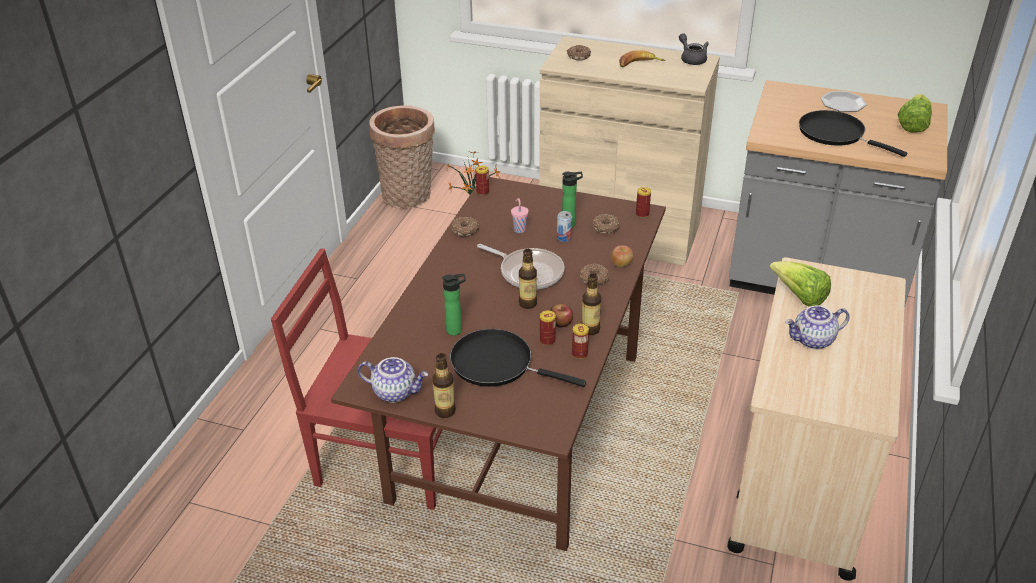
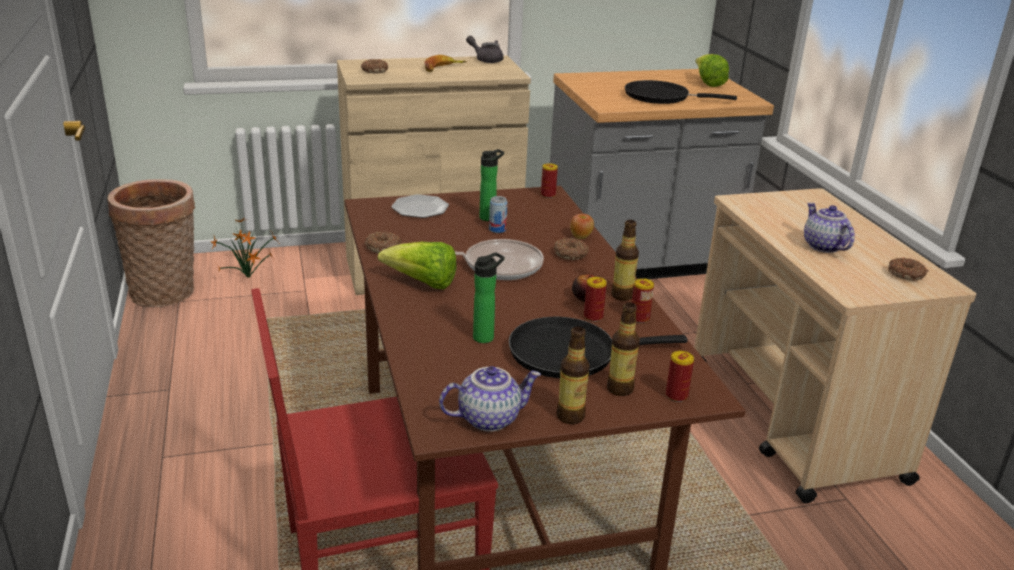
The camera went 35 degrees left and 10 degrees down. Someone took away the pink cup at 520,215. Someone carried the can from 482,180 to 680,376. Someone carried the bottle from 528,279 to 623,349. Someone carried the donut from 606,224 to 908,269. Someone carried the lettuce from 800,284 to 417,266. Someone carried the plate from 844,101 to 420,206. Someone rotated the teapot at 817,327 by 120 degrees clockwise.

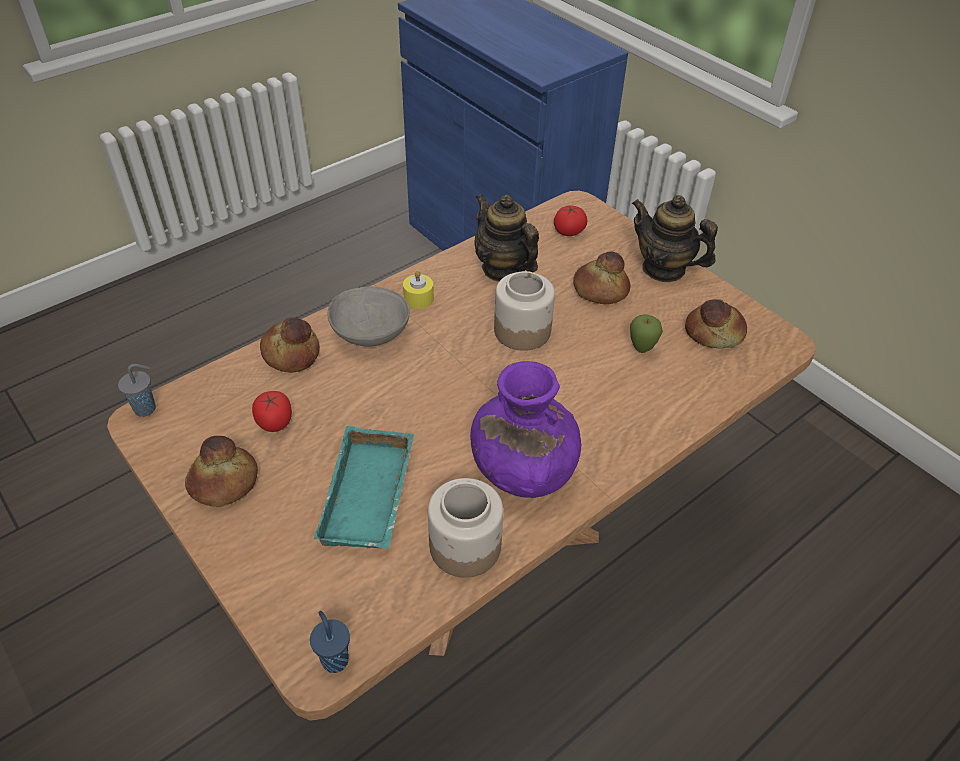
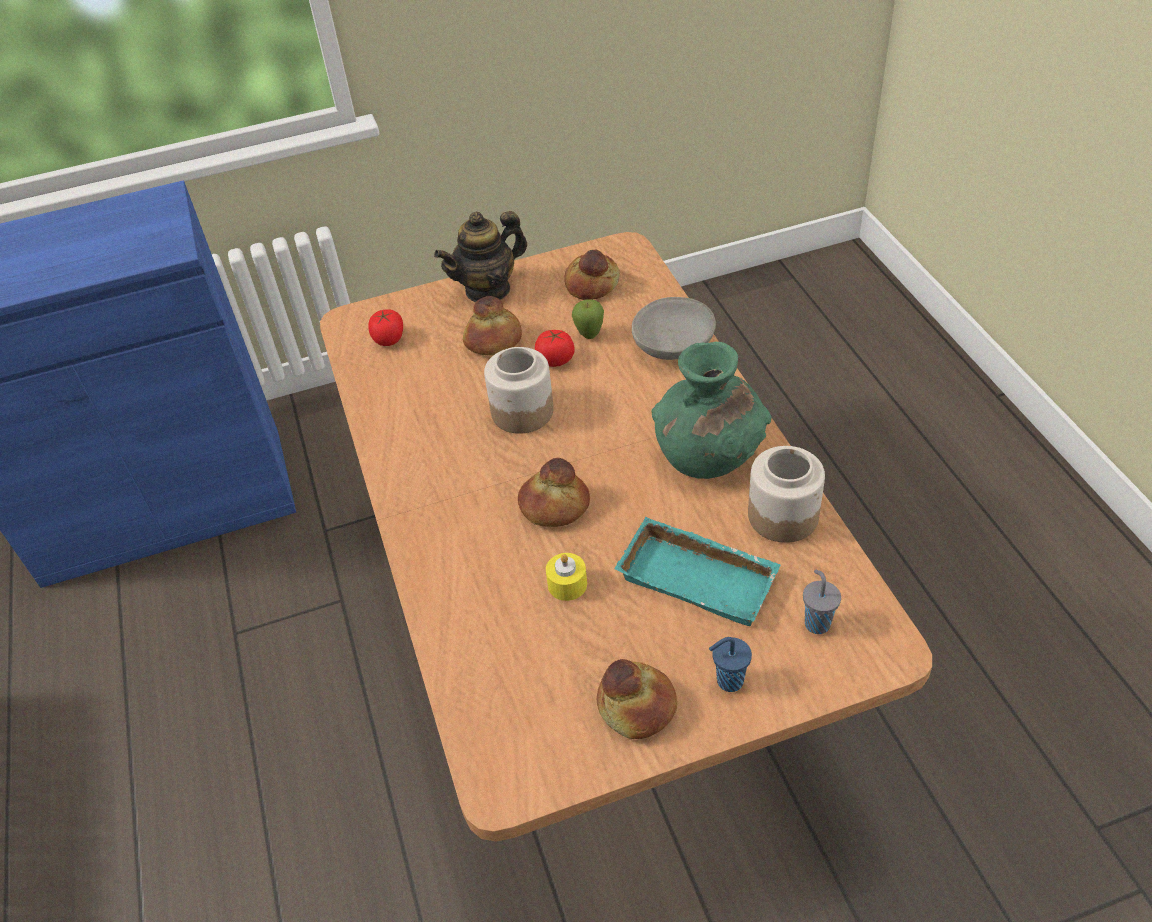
The camera went 65 degrees left and 0 degrees up. Someone took away the teapot at 507,238. Someone carried the grey cup from 137,390 to 822,602. Someone carried the tomato from 272,411 to 555,348. Someone carried the bread from 290,345 to 554,492. Someone carried the blue cup from 330,642 to 730,664. Someone carried the grey bowl from 369,316 to 674,328. Someone carried the yellow candle from 418,290 to 566,577. Someone repainted the purple vase at 525,429, which became the green vase at 711,410.

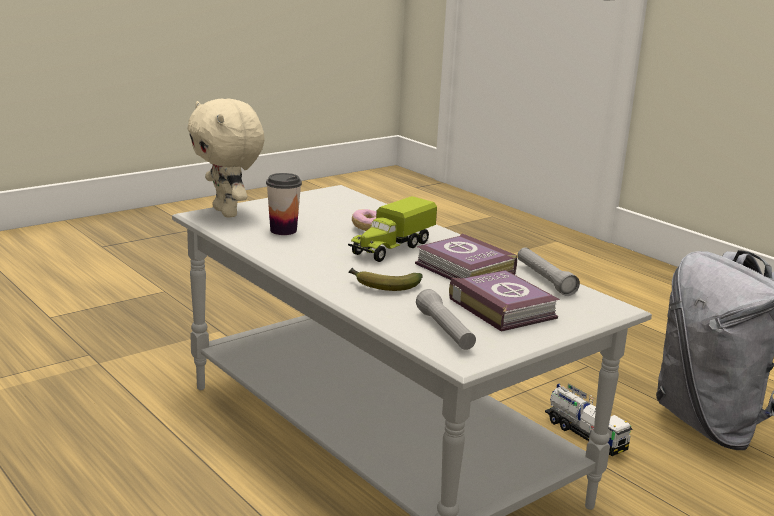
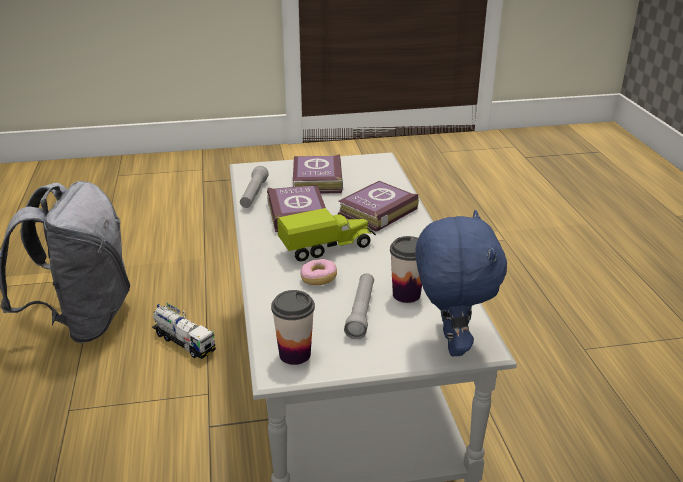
The camera went 150 degrees left and 10 degrees up. Someone put down the cup at 293,327. Someone carried the grey flashlight from 446,319 to 359,306. Someone swapped the banana at 386,279 for the book at 378,206. Someone repainted the beige plush toy at 226,158, which became the blue plush toy at 461,283. Someone rotated the toy truck at 589,419 by 135 degrees clockwise.

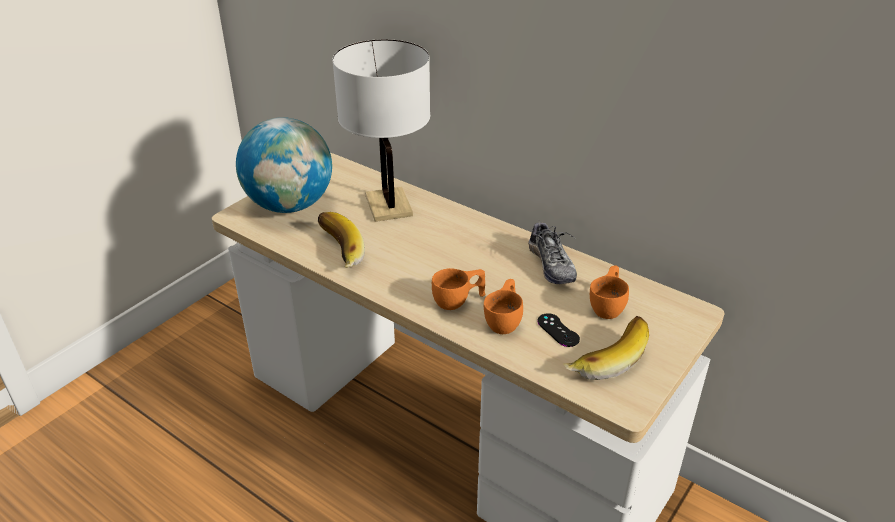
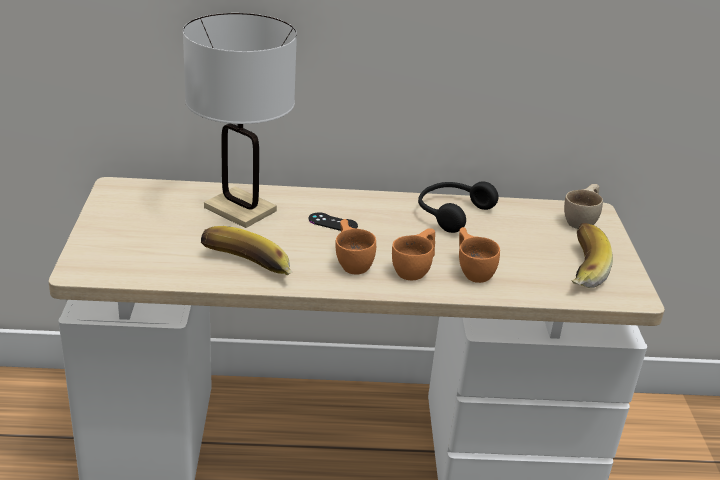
The camera went 40 degrees left and 5 degrees down. Someone took away the globe at 284,165. Someone put down the beige cup at 583,206. Someone carried the black game controller from 558,330 to 333,221. Someone carried the orange cup from 609,292 to 355,247. Someone swapped the shoe at 552,251 for the black headphones at 458,207.

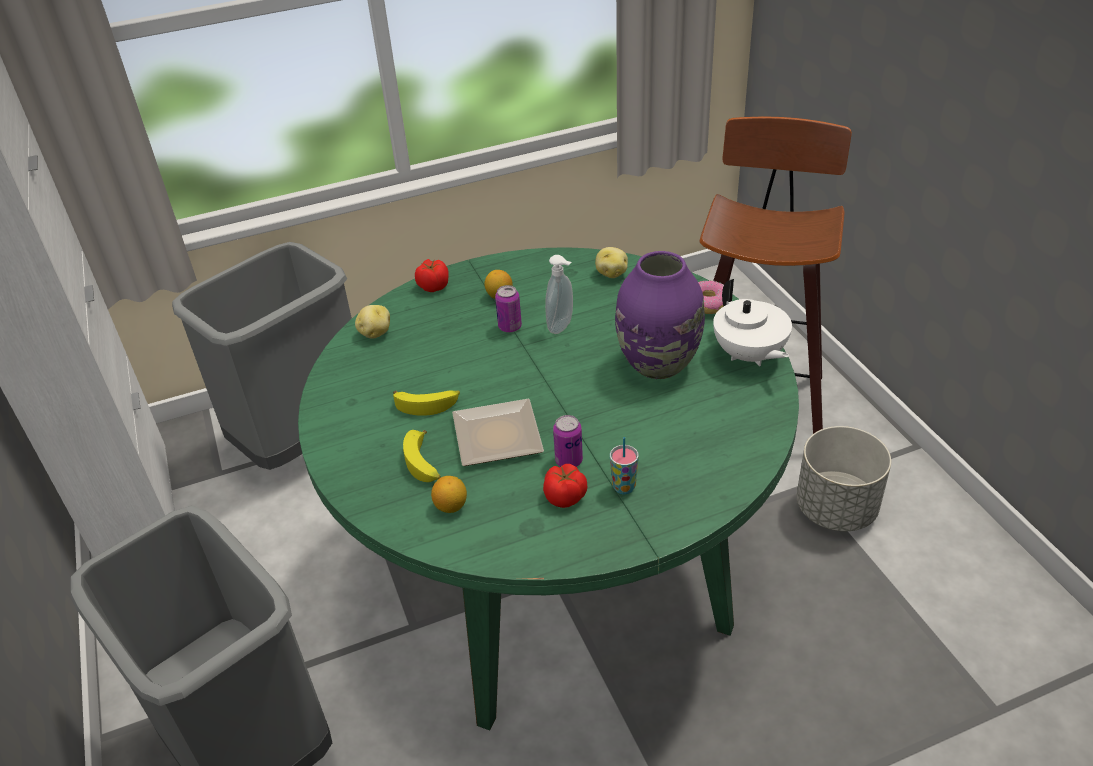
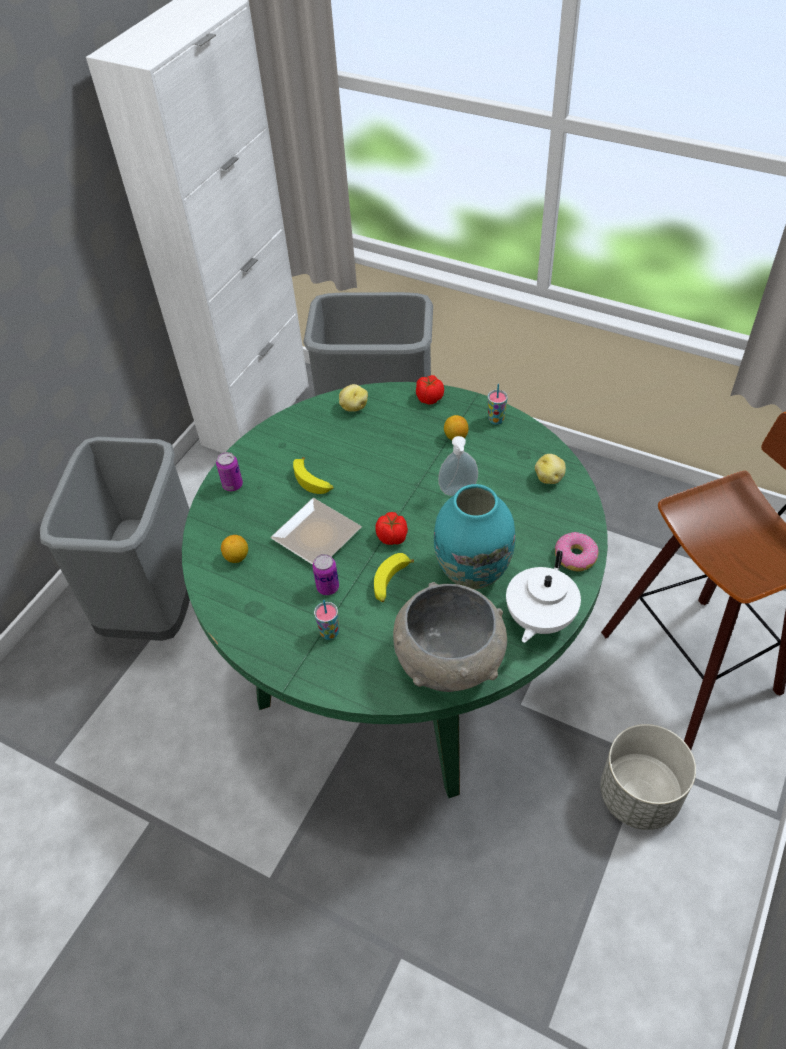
The camera went 50 degrees right and 10 degrees up. Someone put down the grey bowl at 450,637. Someone put down the cup at 498,404. Someone carried the banana from 422,456 to 394,577. Someone carried the can from 508,309 to 229,471. Someone carried the tomato from 565,486 to 391,528. Someone repainted the purple vase at 660,315, which became the turquoise vase at 474,536.

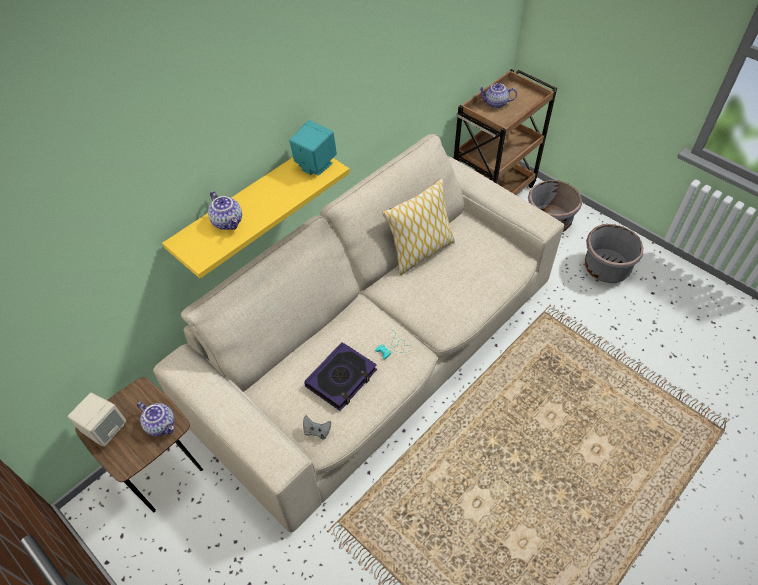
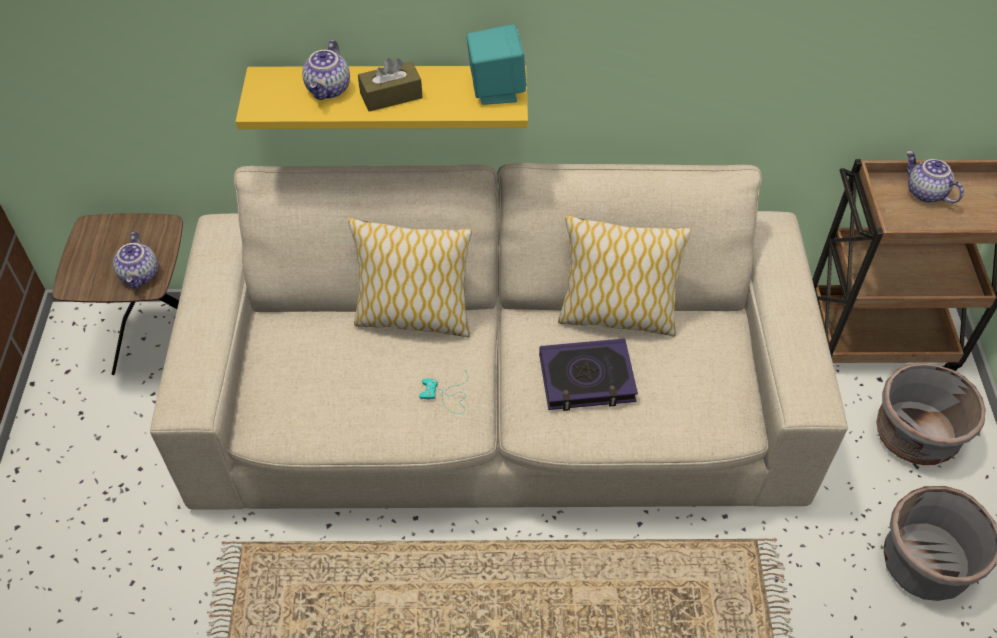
The camera went 45 degrees right and 0 degrees up. Someone took away the beige speaker at 97,420. Someone took away the grey game controller at 317,427. Someone put down the pillow at 410,277. Someone put down the brown tissue box at 390,85. Someone carried the book from 340,376 to 588,374.

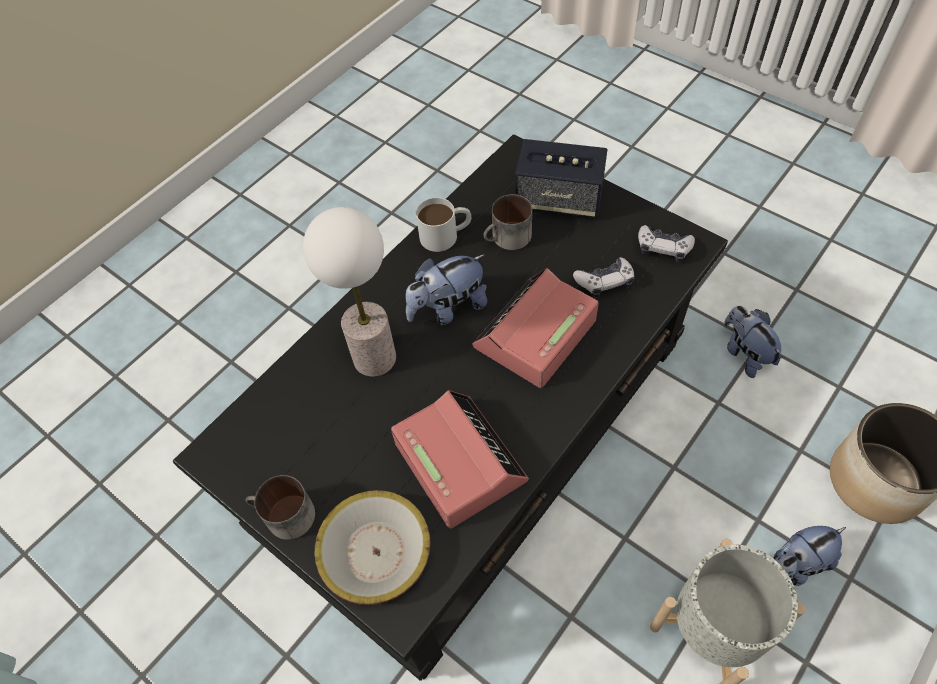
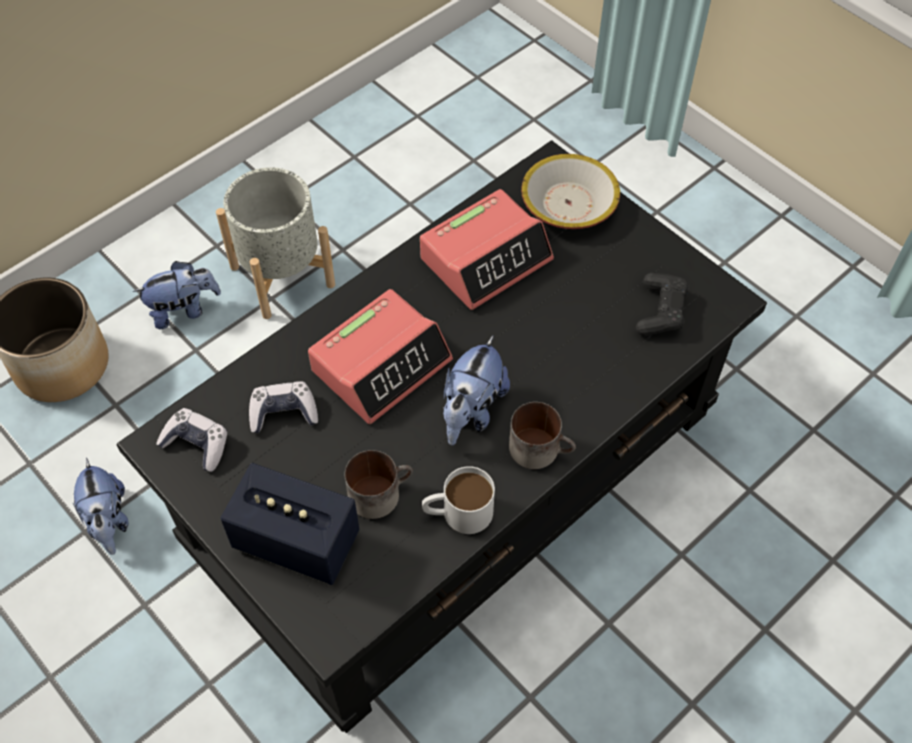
The camera went 175 degrees left and 0 degrees up. Someone took away the table lamp at 349,292. Someone put down the black game controller at 662,304. Someone carried the mug from 280,507 to 542,435. Someone rotated the alarm clock at 460,459 by 105 degrees counterclockwise. Someone rotated the plush toy at 447,289 by 135 degrees clockwise.

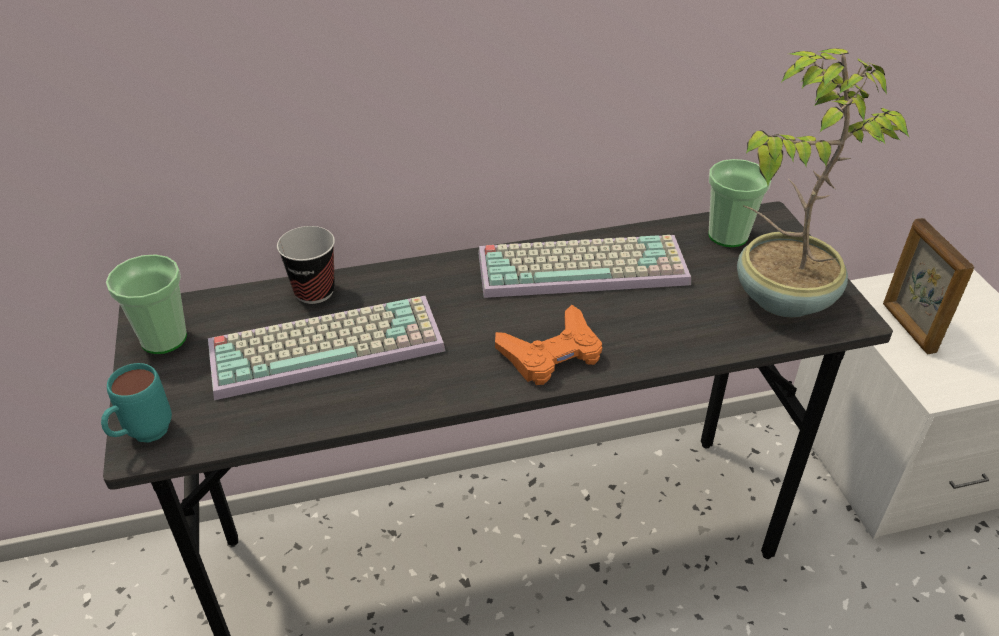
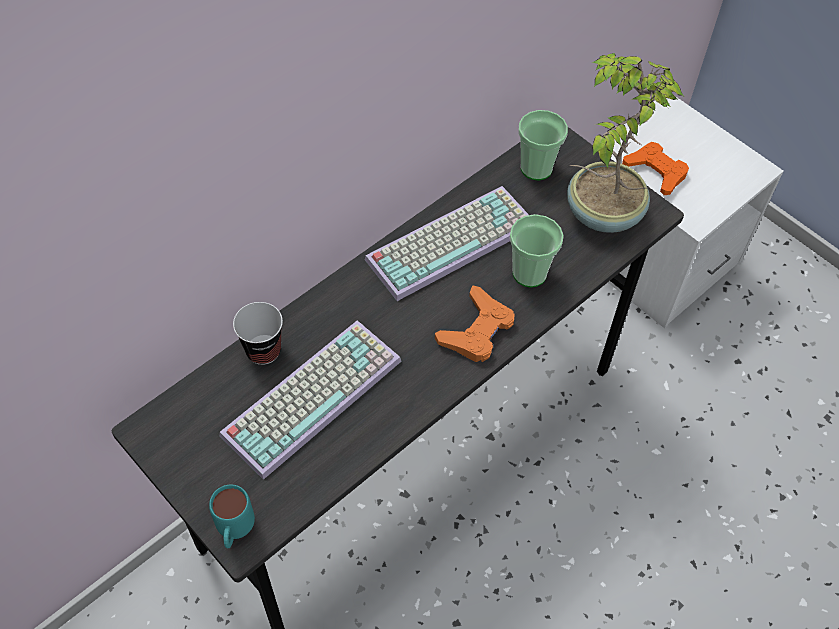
The camera went 30 degrees left and 15 degrees up. Someone carried the cup from 146,304 to 537,251. Someone swapped the picture frame at 928,286 for the orange game controller at 655,168.

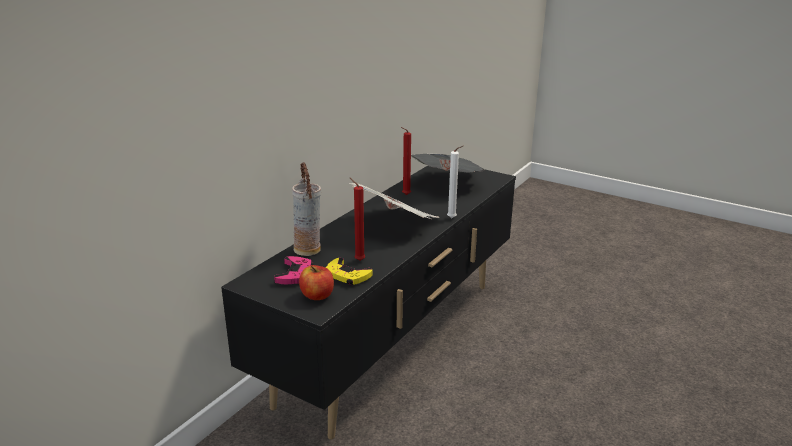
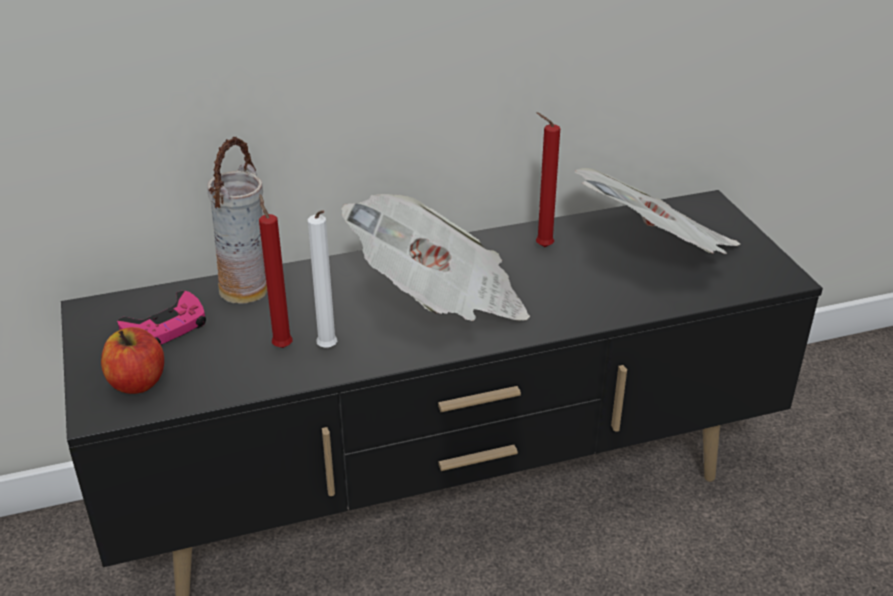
The camera went 40 degrees right and 10 degrees up. Someone took away the yellow game controller at 349,271. Someone carried the white candle from 455,182 to 322,279.

